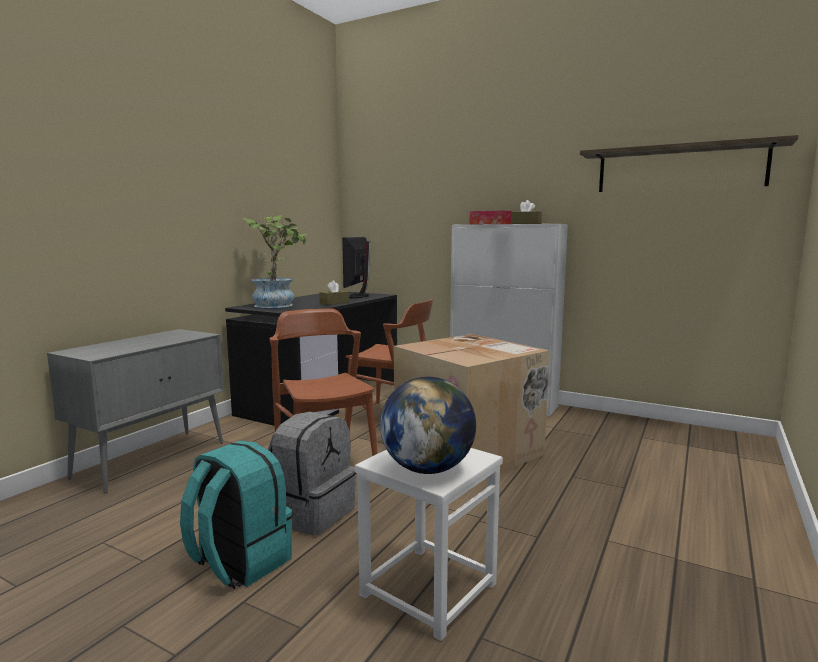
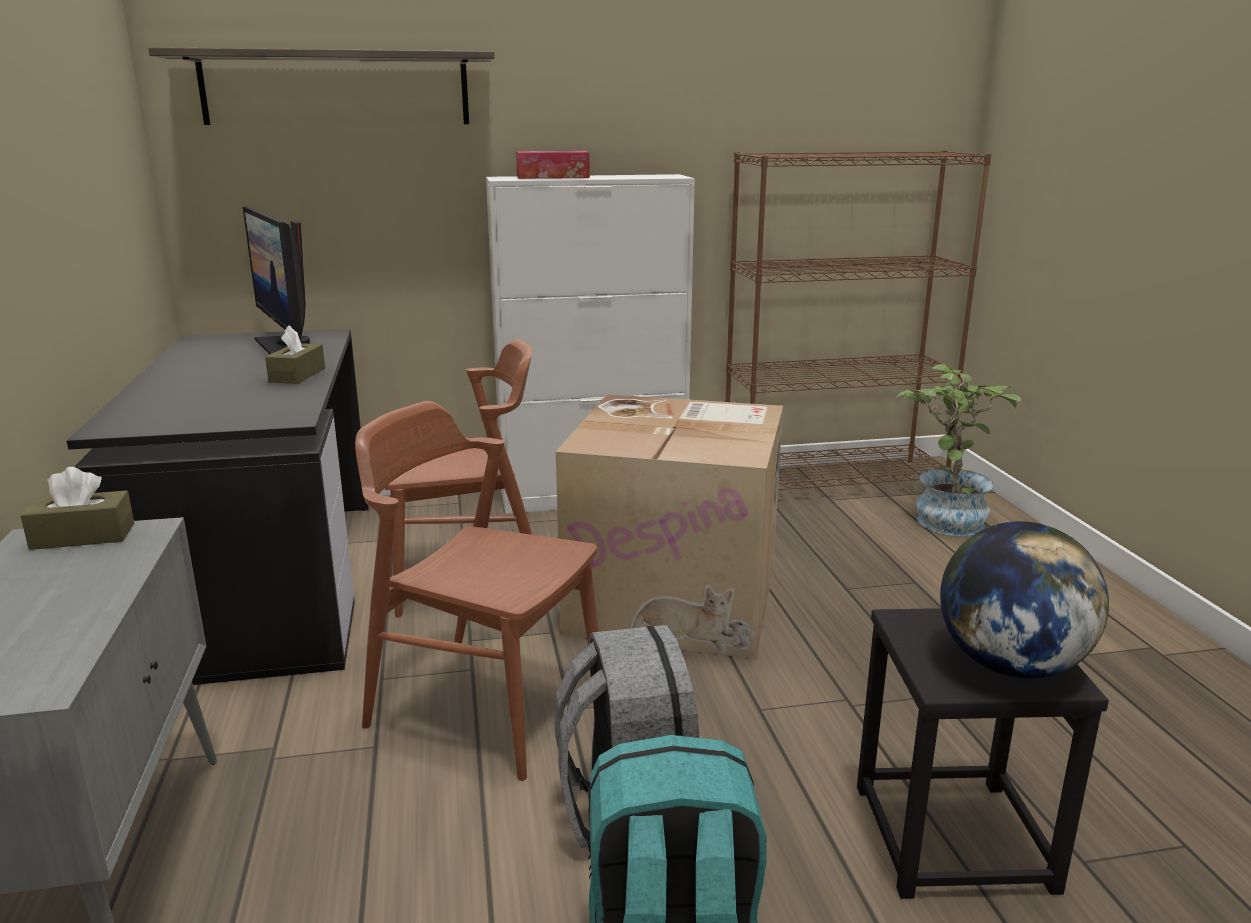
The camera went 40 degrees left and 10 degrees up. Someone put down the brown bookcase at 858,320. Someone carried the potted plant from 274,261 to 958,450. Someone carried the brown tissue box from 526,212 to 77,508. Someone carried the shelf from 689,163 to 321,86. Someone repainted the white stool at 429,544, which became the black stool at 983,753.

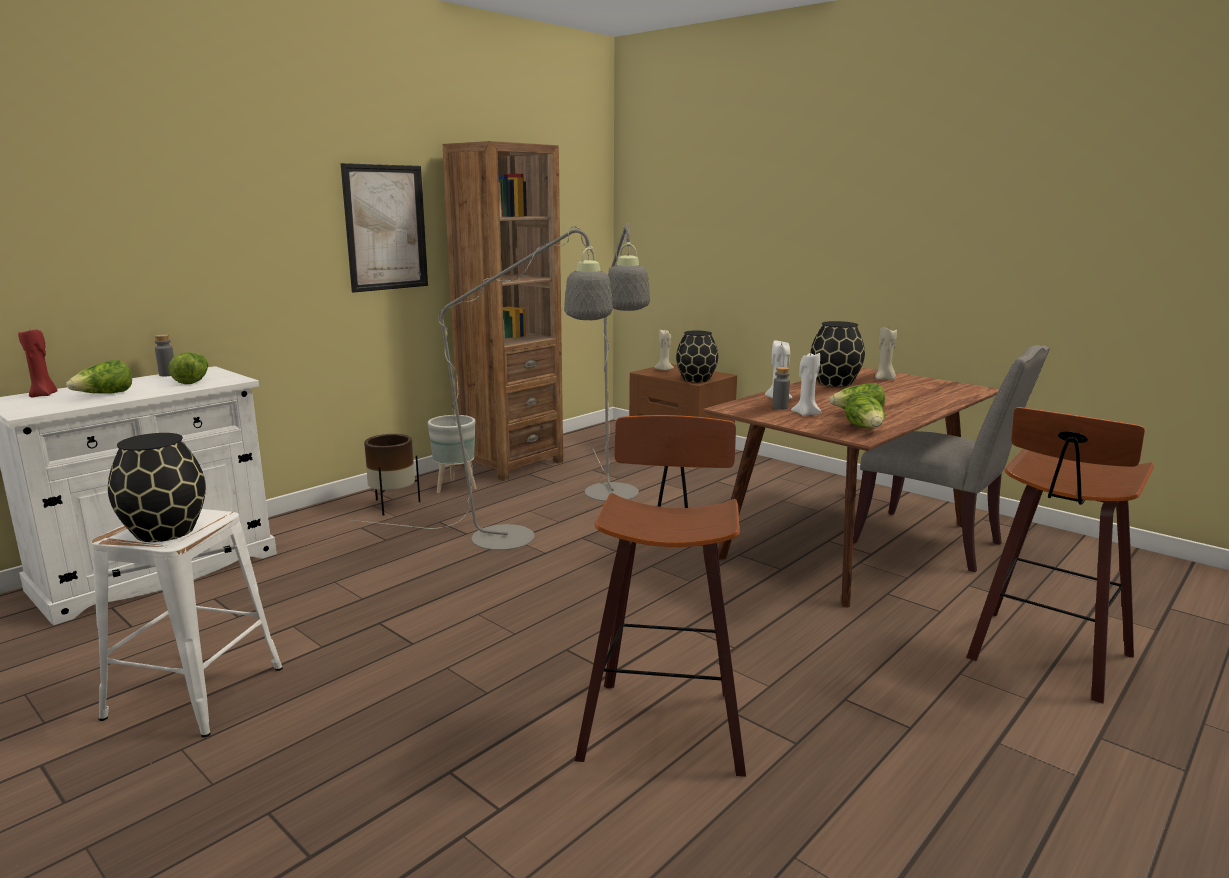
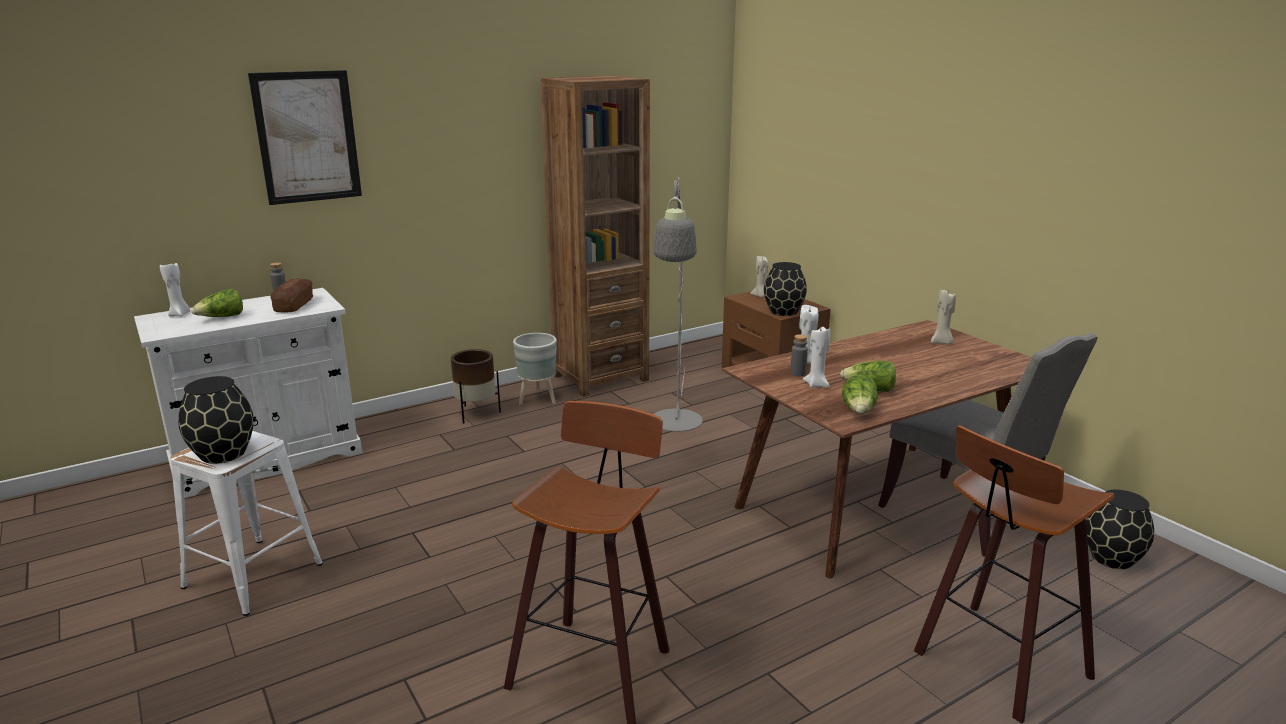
The camera went 15 degrees right and 5 degrees up. Someone took away the grey floor lamp at 481,388. Someone carried the picture from 384,228 to 305,137. Someone carried the black vase from 837,354 to 1120,529. Someone swapped the lettuce at 188,368 for the bread at 291,295. Someone repainted the red candle at 38,362, which became the white candle at 175,290.

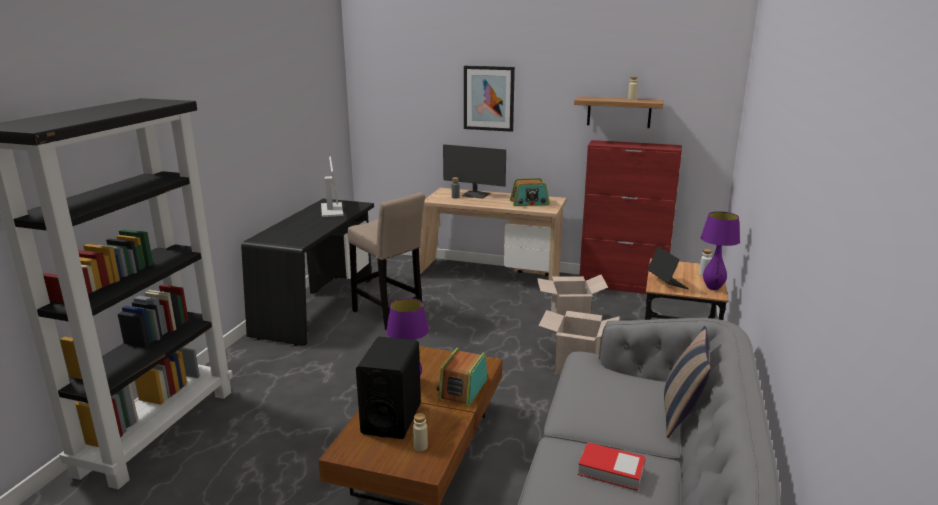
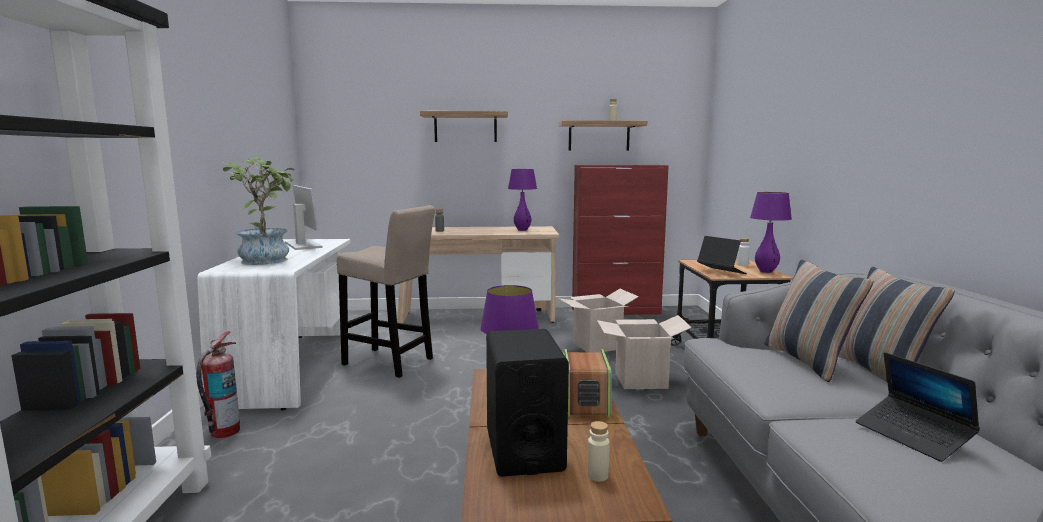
The camera went 20 degrees left and 10 degrees down. Someone took away the monitor at 474,171. Someone put down the fire extinguisher at 218,384. Someone put down the potted plant at 258,211. Someone put down the pillow at 819,320. Someone swapped the picture at 489,99 for the shelf at 464,126. Someone swapped the radio at 530,192 for the purple table lamp at 522,200. Someone swapped the book at 612,466 for the laptop at 918,407. Someone repainted the black desk at 307,272, which became the white desk at 273,324.

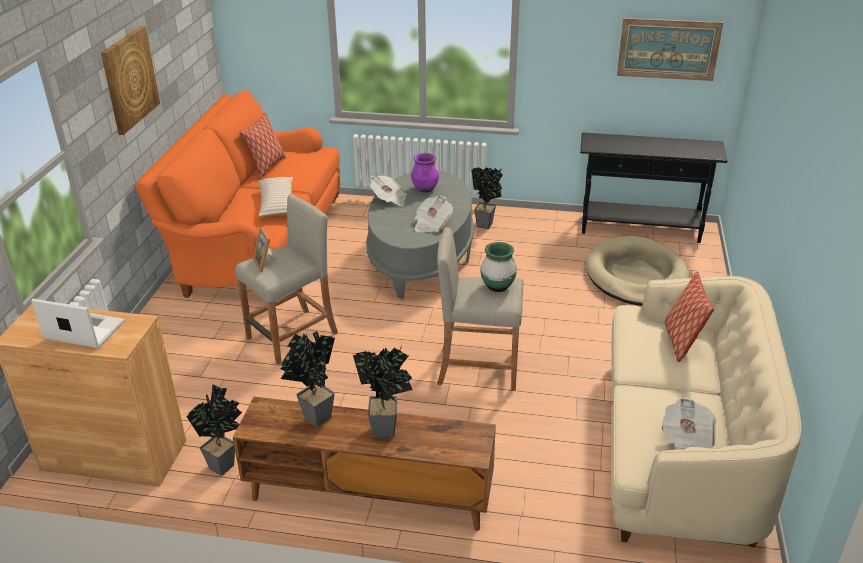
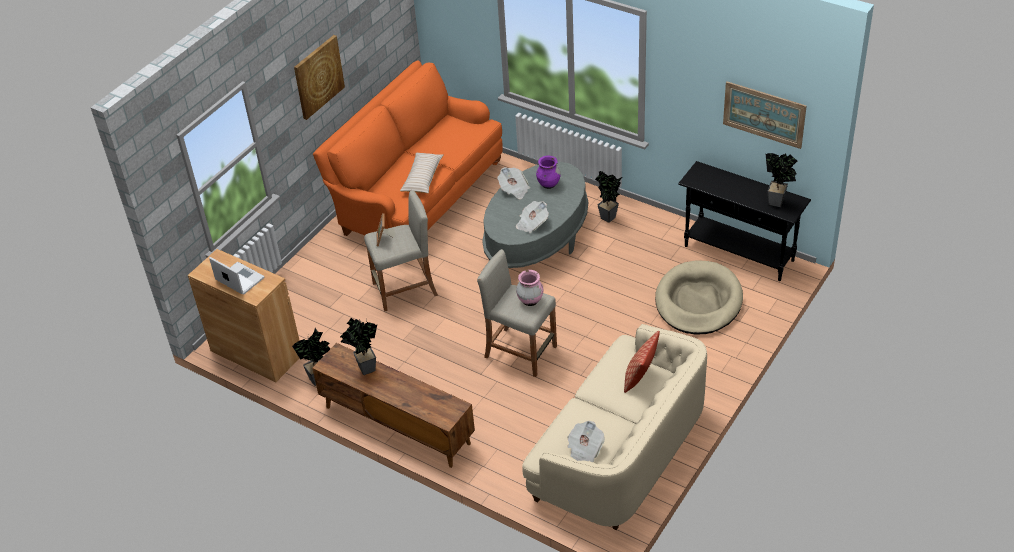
The camera went 25 degrees right and 10 degrees up. Someone took away the pillow at 263,145. Someone carried the potted plant from 383,391 to 781,180. Someone repainted the green vase at 498,267, which became the pink vase at 529,288.

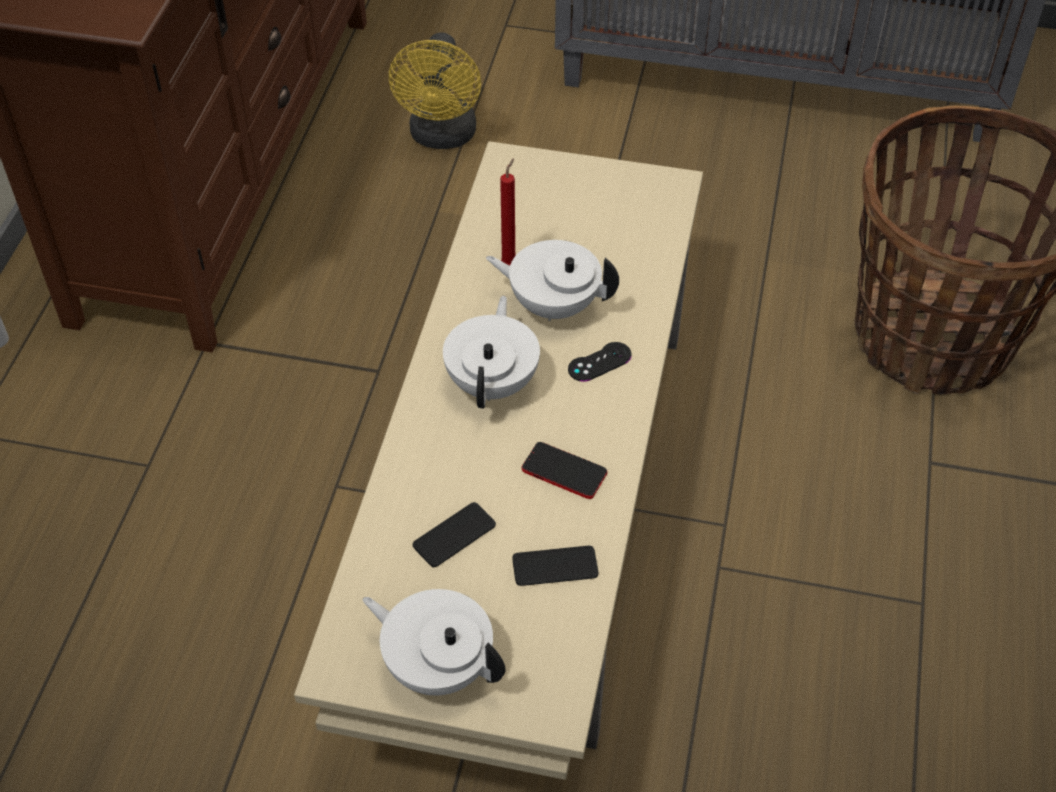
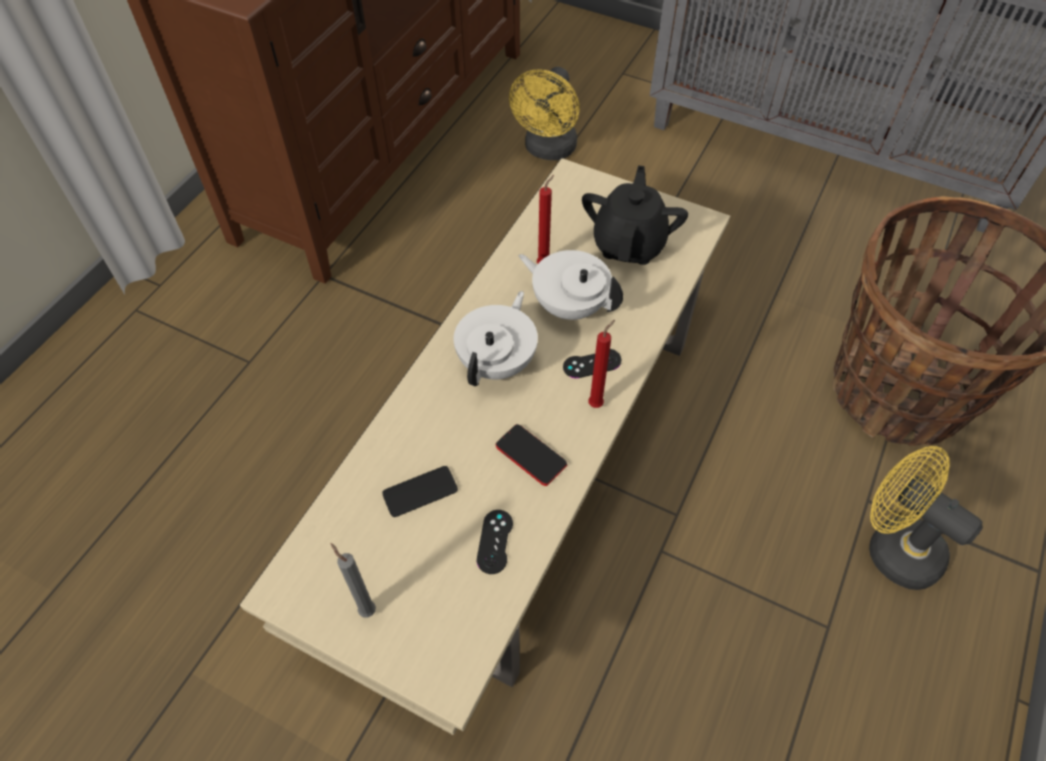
The camera went 15 degrees right and 5 degrees up. Someone put down the black teapot at 635,215. Someone put down the red candle at 601,364. Someone put down the yellow fan at 926,518. Someone swapped the white teapot at 434,642 for the grey candle at 353,580. Someone swapped the phone at 555,566 for the black game controller at 495,542.

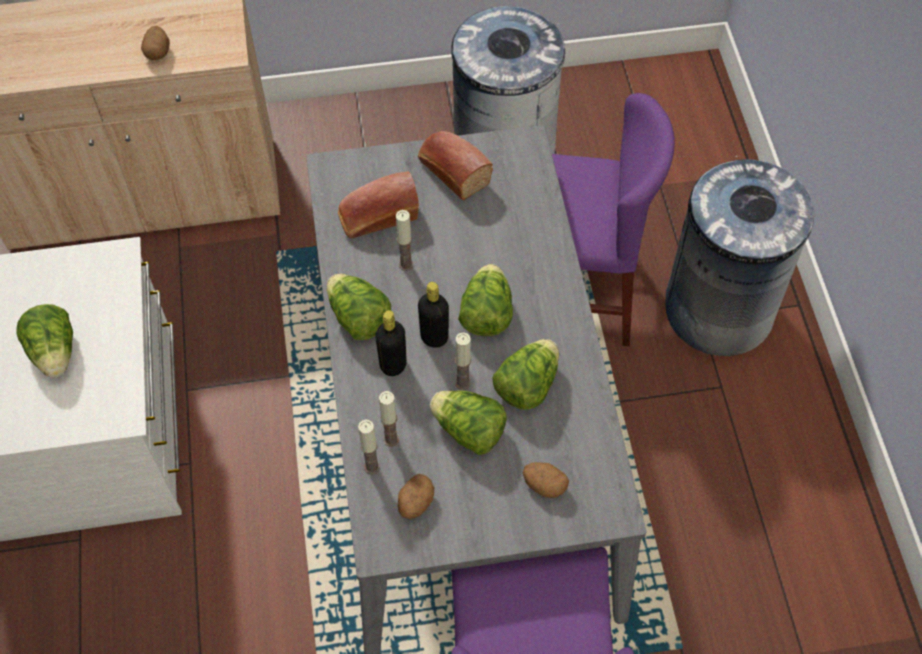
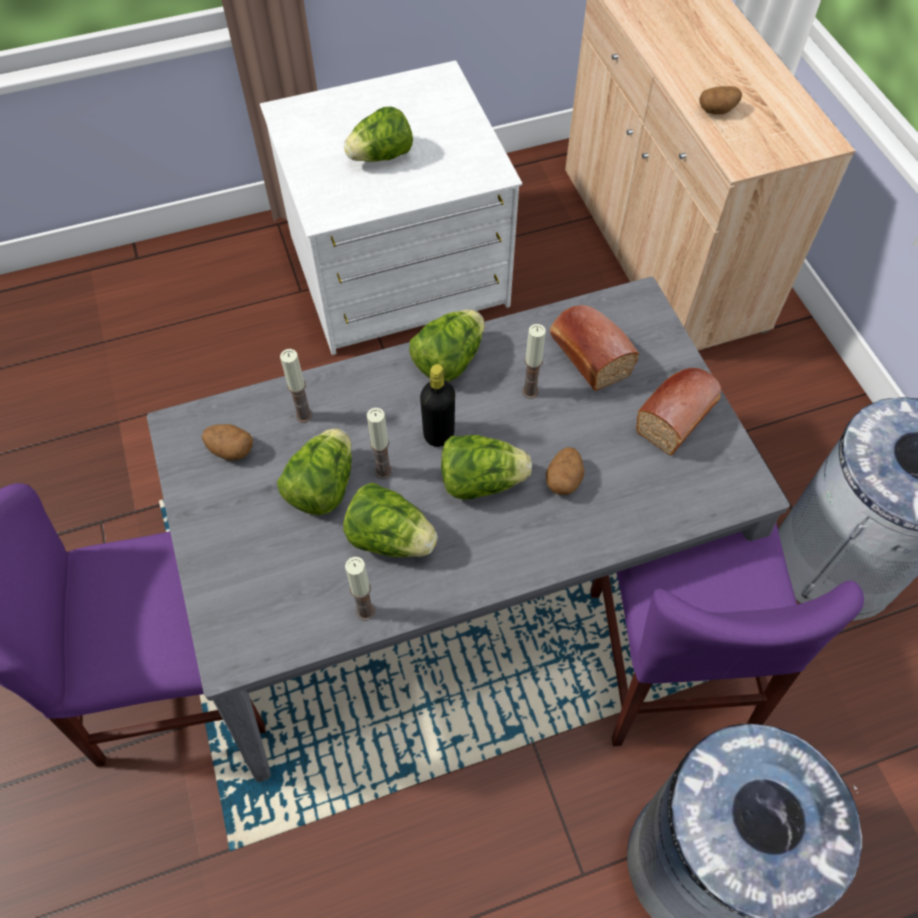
The camera went 80 degrees right and 0 degrees up. Someone took away the black bottle at 391,343. Someone carried the candle from 369,447 to 360,589. Someone carried the potato from 546,480 to 565,471.

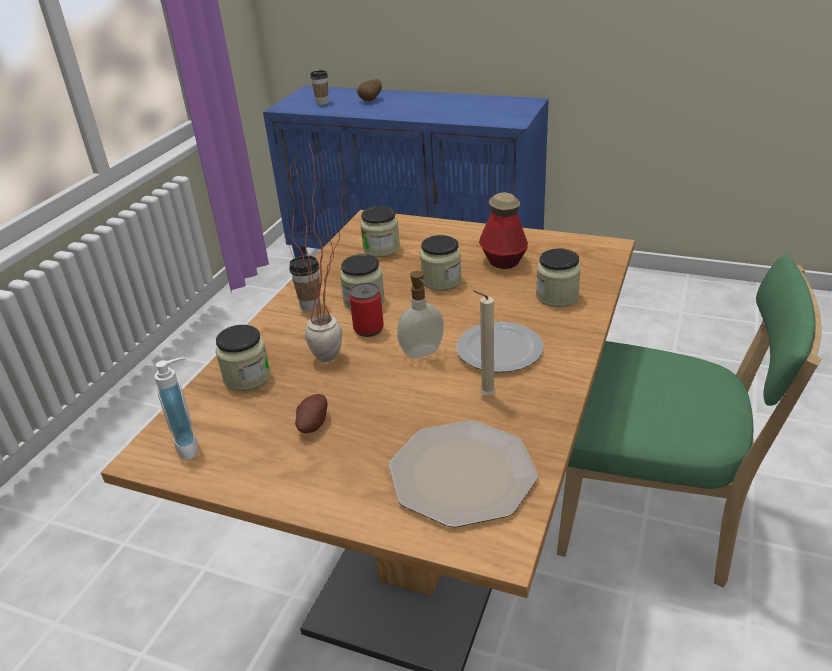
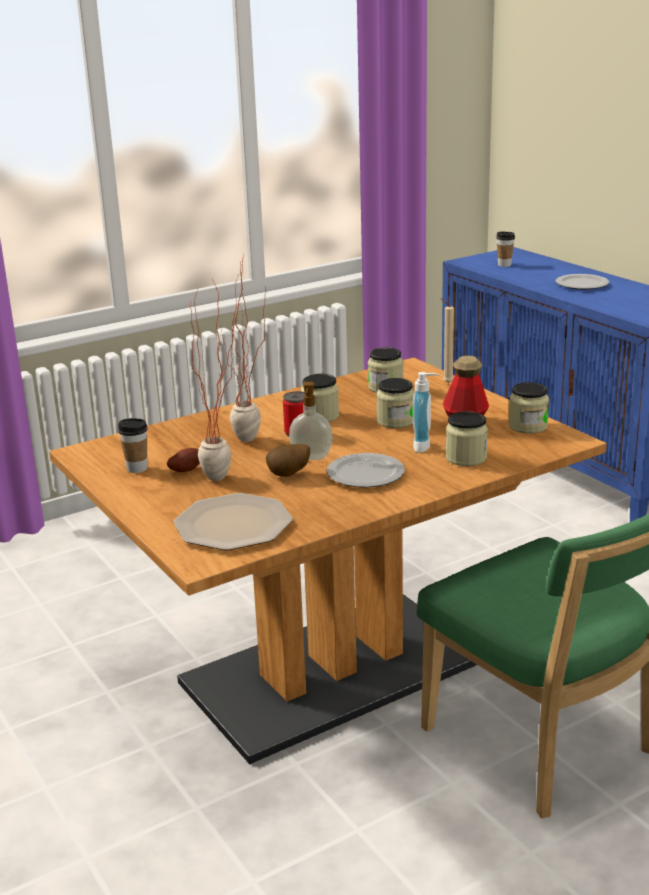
The camera went 35 degrees right and 10 degrees down. Someone put down the potted plant at 215,380. Someone put down the plate at 582,282. Someone carried the soap dispenser from 176,408 to 426,412. Someone carried the jar from 243,358 to 529,408. Someone carried the cup from 305,283 to 133,445. Someone carried the potato from 369,90 to 288,460. Someone carried the beige candle from 484,343 to 447,340.

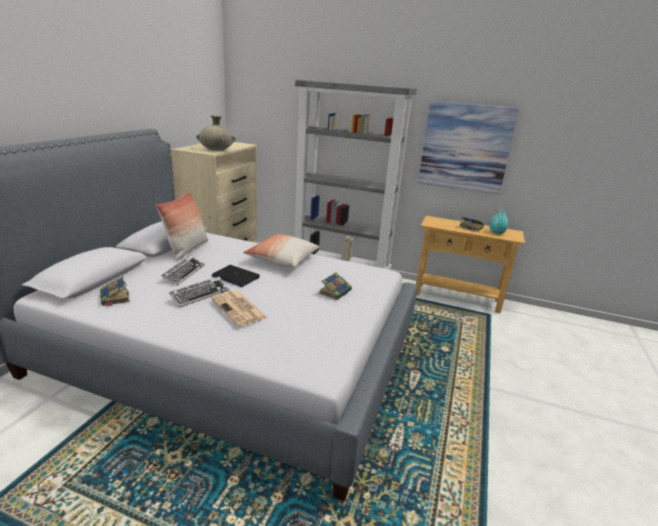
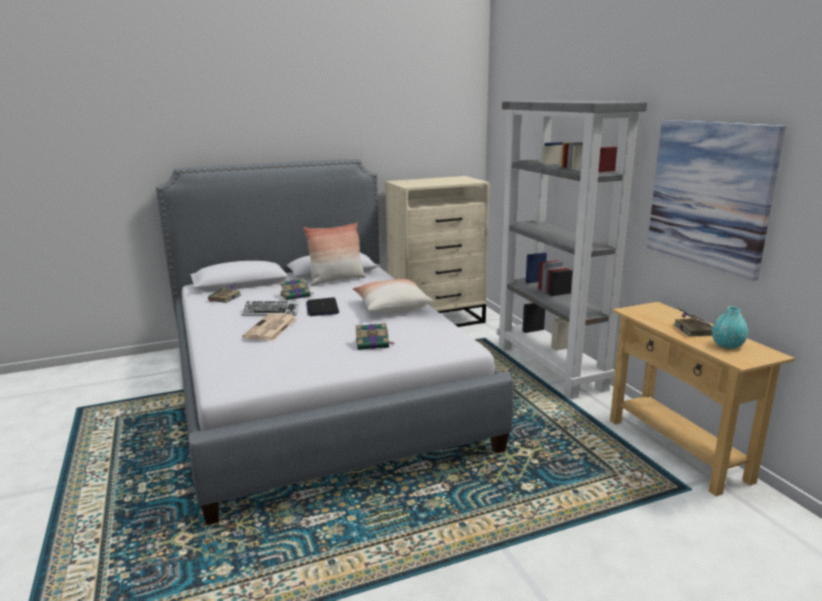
The camera went 50 degrees right and 5 degrees down. Someone took away the beige vase at 216,133. Someone swapped the keyboard at 183,270 for the book at 297,289.

